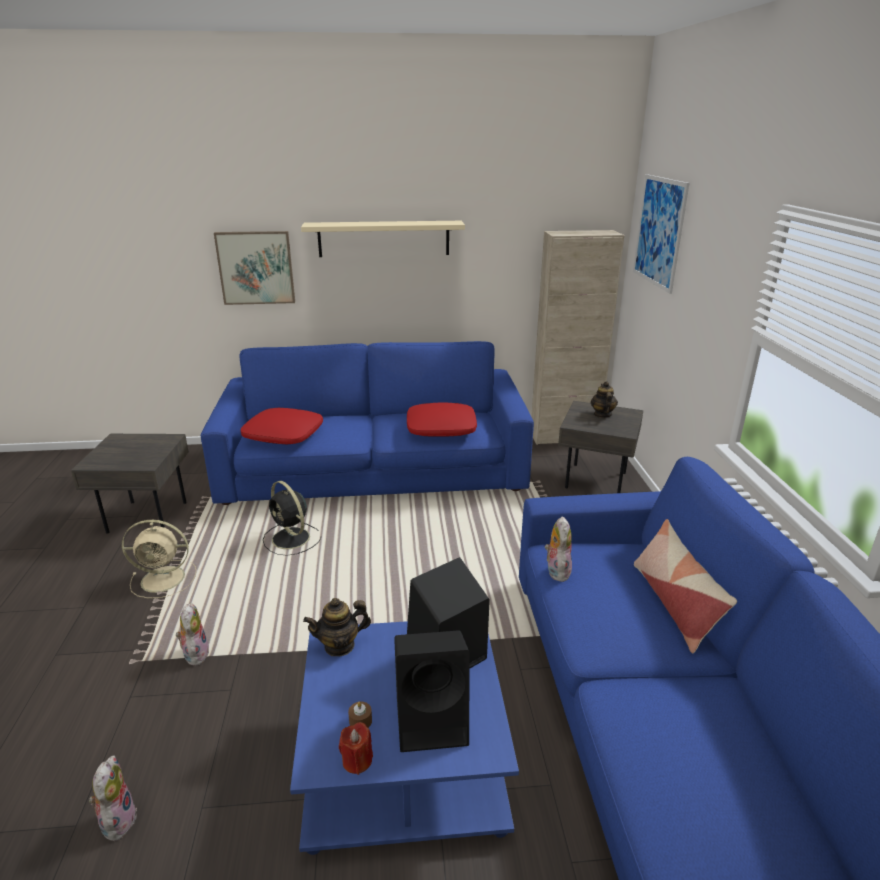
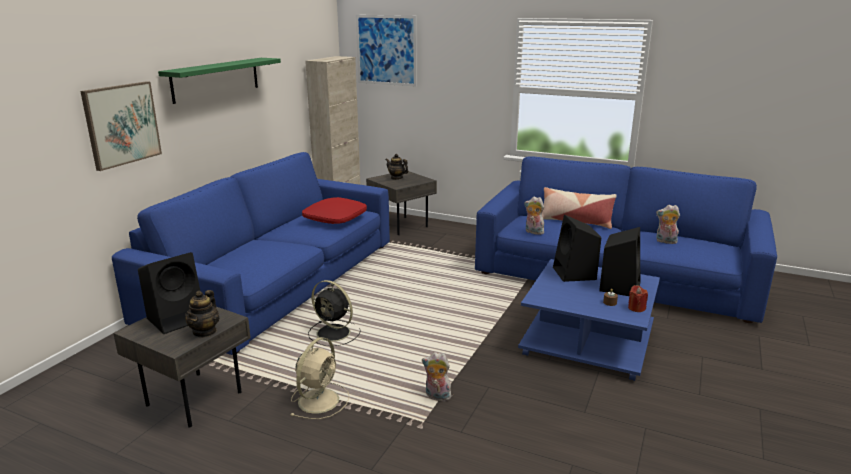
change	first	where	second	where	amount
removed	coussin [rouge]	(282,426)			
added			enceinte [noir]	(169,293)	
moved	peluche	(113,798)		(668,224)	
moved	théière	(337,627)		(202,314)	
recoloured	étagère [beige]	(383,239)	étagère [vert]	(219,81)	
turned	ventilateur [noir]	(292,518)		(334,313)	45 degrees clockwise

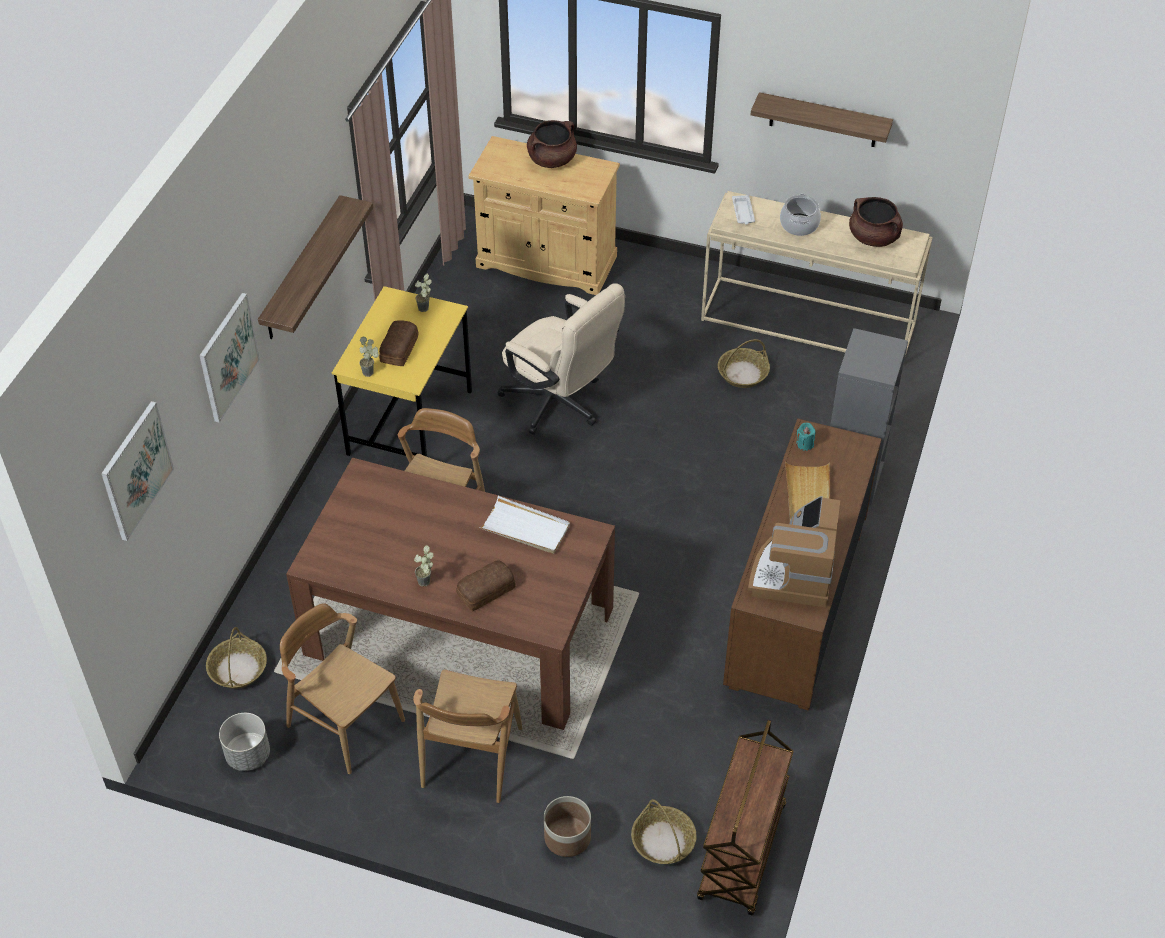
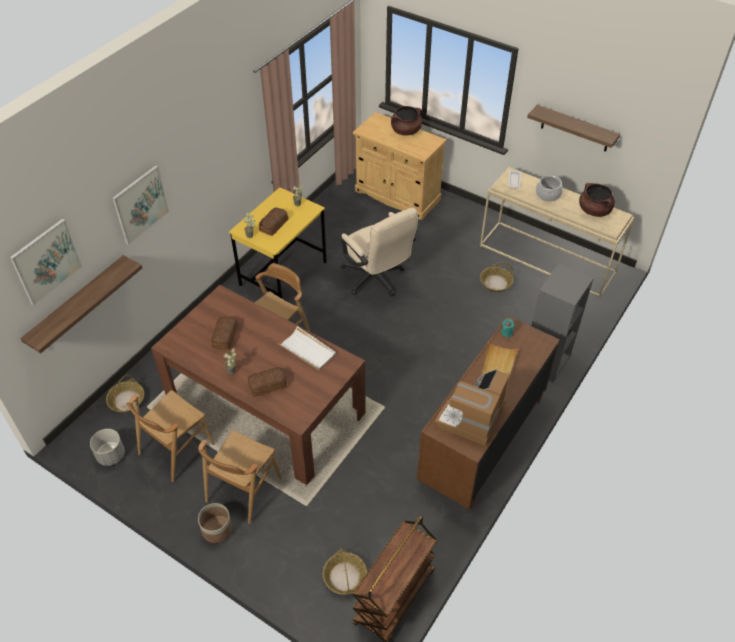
change	first	where	second	where	amount
added			pain	(224,333)	
moved	étagère	(315,267)		(81,304)	
moved	cache-pot	(567,826)		(215,523)	
turned	chaise [marron]	(342,689)		(170,436)	105 degrees counterclockwise

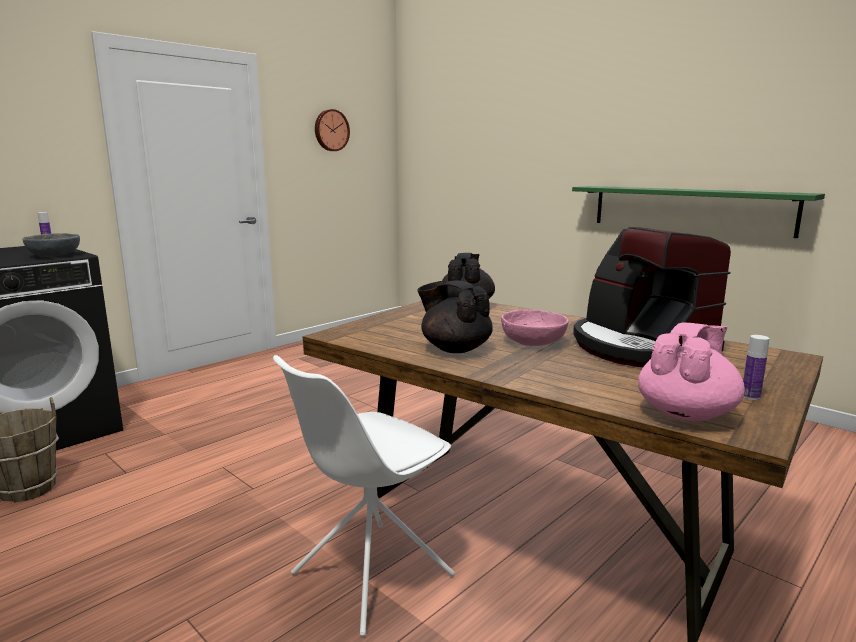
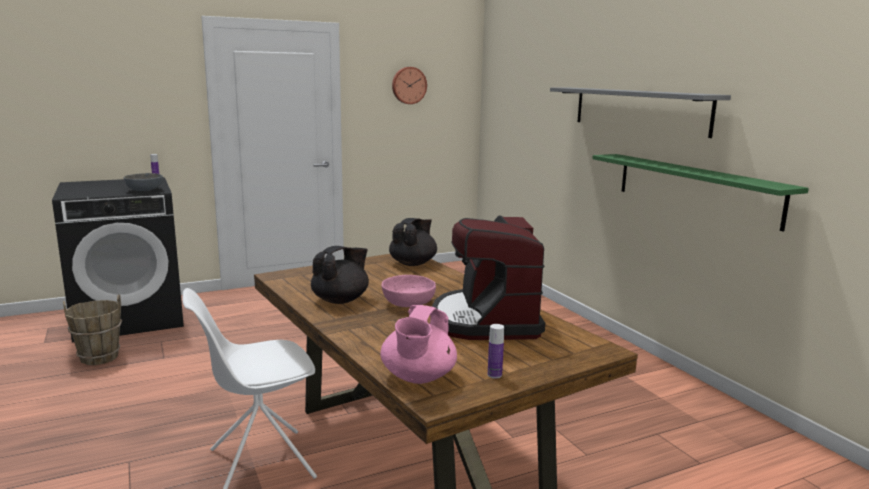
change	first	where	second	where	amount
added			étagère [gris]	(640,112)	
turned	théière [noir]	(455,316)		(340,275)	75 degrees clockwise
turned	théière [rose]	(691,372)		(418,344)	135 degrees clockwise

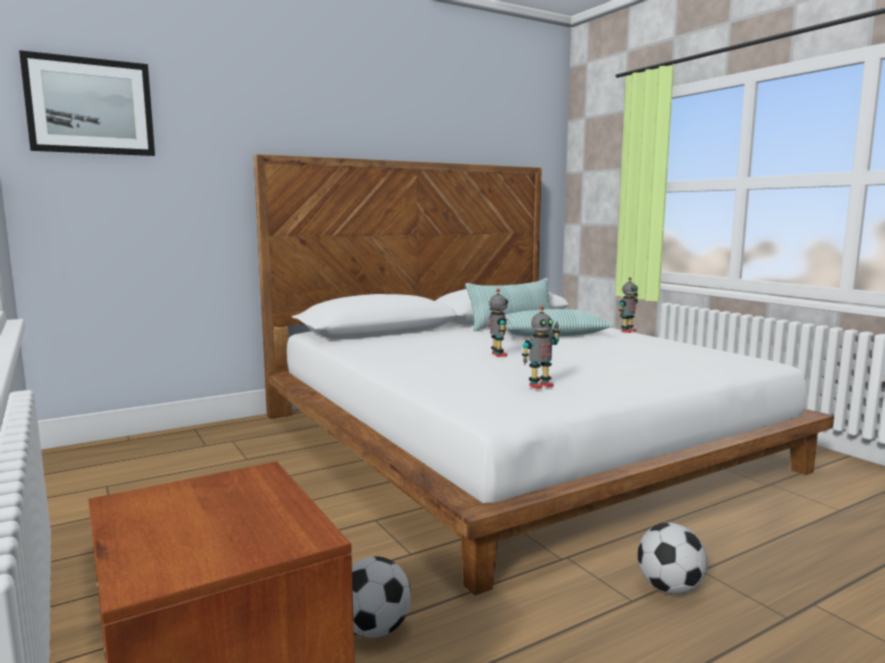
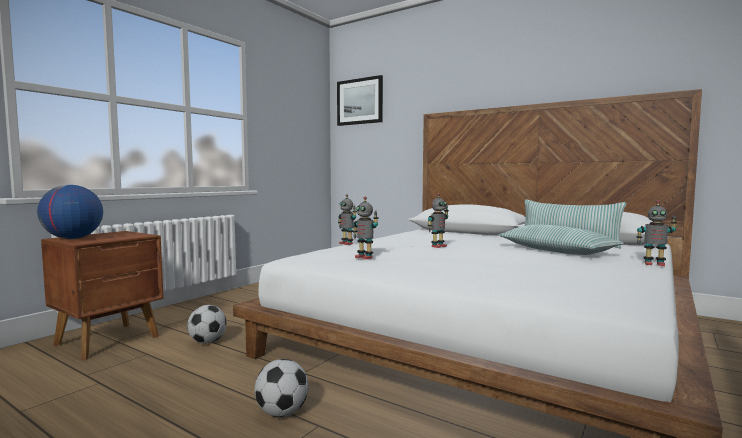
change	first	where	second	where	amount
added			globe	(70,212)	
added			robot jouet	(347,219)	

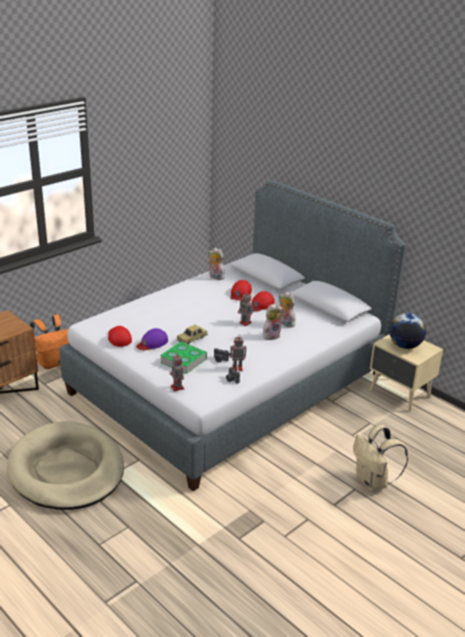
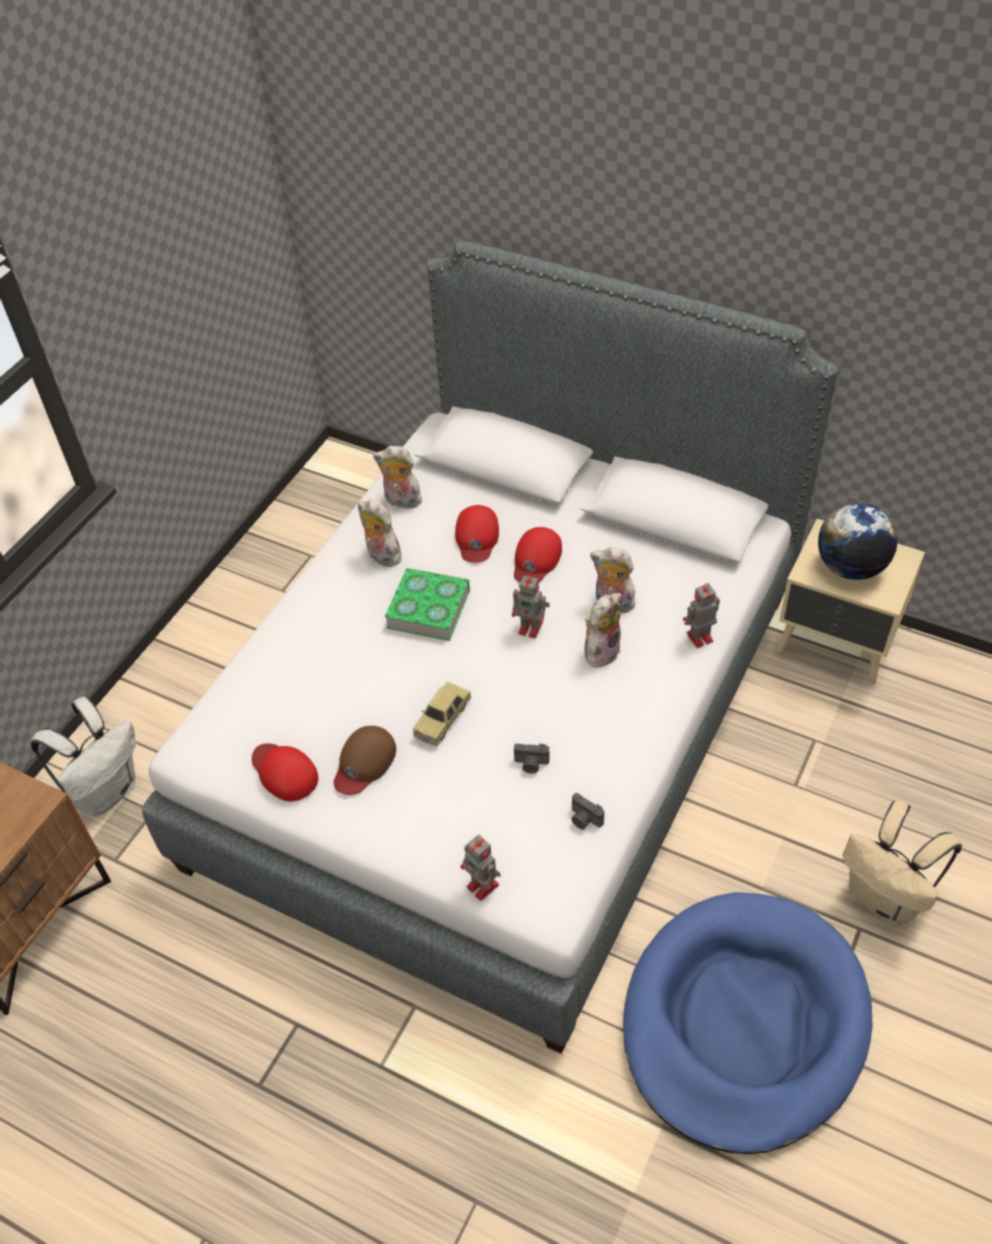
change	first	where	second	where	amount
removed	panier pour chien [beige]	(65,465)			
added			peluche	(379,533)	
added			panier pour chien [bleu]	(748,1023)	
moved	livre	(183,358)		(427,604)	
moved	robot jouet	(237,352)		(701,615)	
recoloured	sac à dos [orange]	(49,341)	sac à dos [blanc]	(83,756)	
recoloured	casquette [violet]	(152,339)	casquette [marron]	(365,760)	

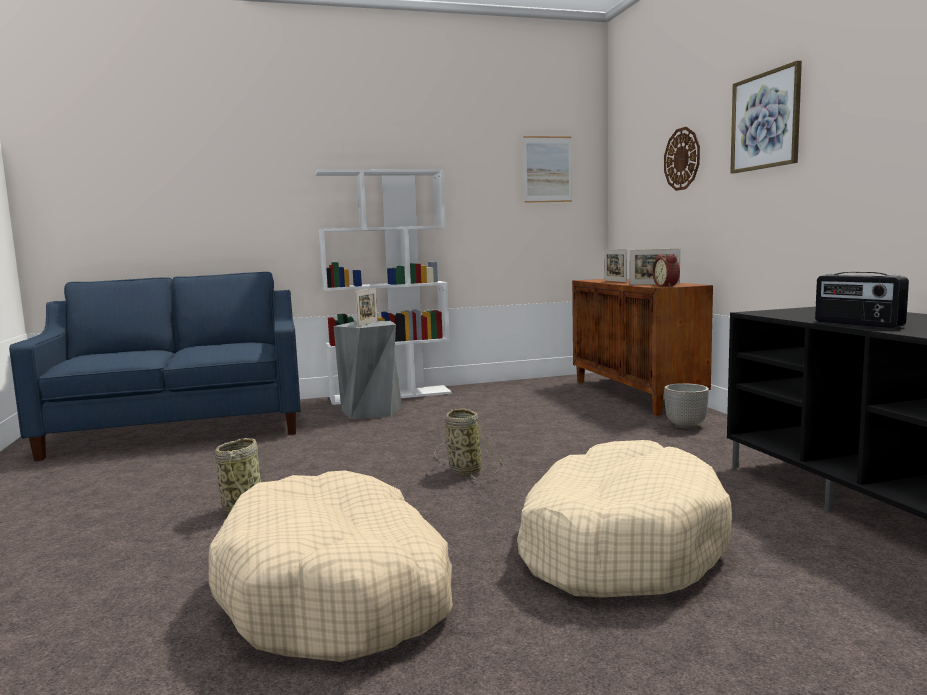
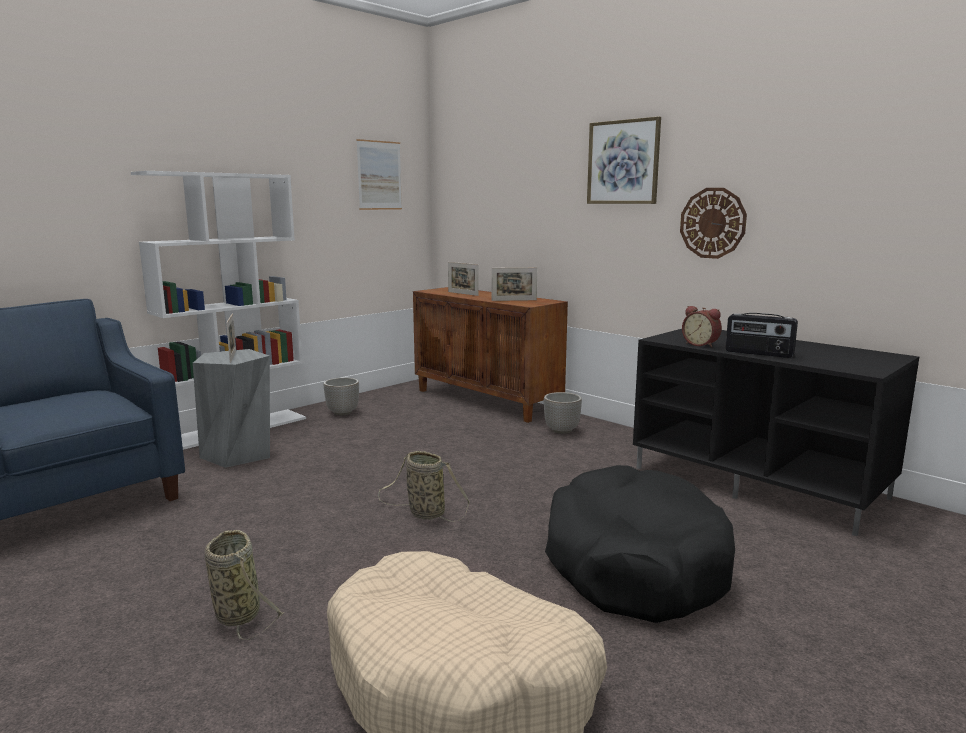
change	first	where	second	where	amount
added			cache-pot	(341,396)	
moved	réveil	(666,270)		(702,326)	
moved	horloge murale	(682,159)		(713,223)	
recoloured	panier pour chien [beige]	(624,518)	panier pour chien [noir]	(640,544)	

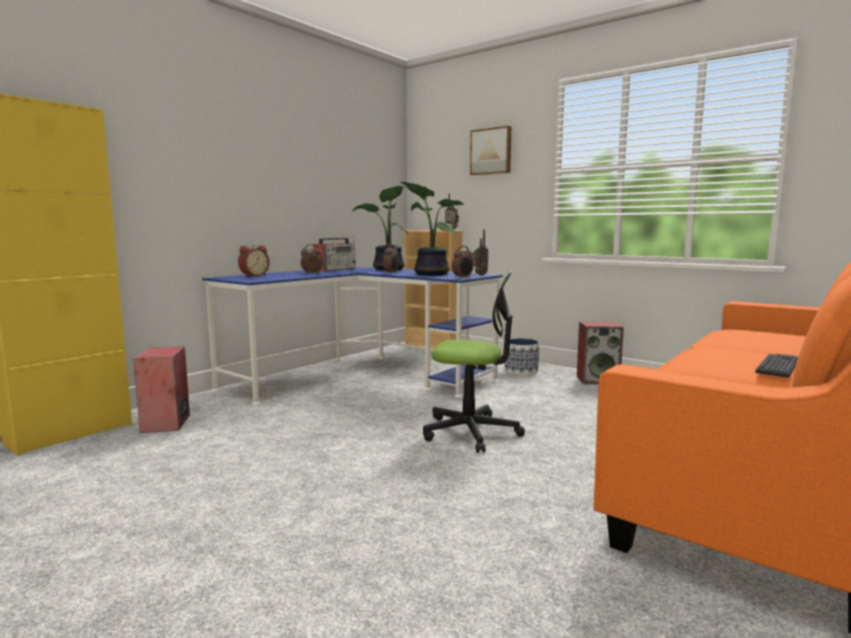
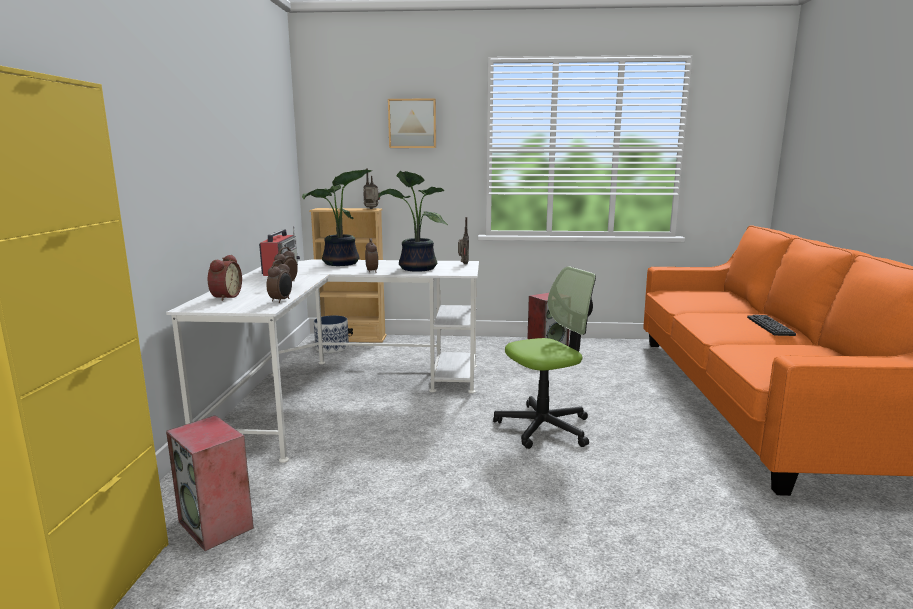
change	first	where	second	where	amount
moved	réveil	(463,262)		(279,281)	
moved	cache-pot	(521,356)		(331,334)	
recoloured	bureau [bleu]	(352,336)	bureau [blanc]	(322,361)	

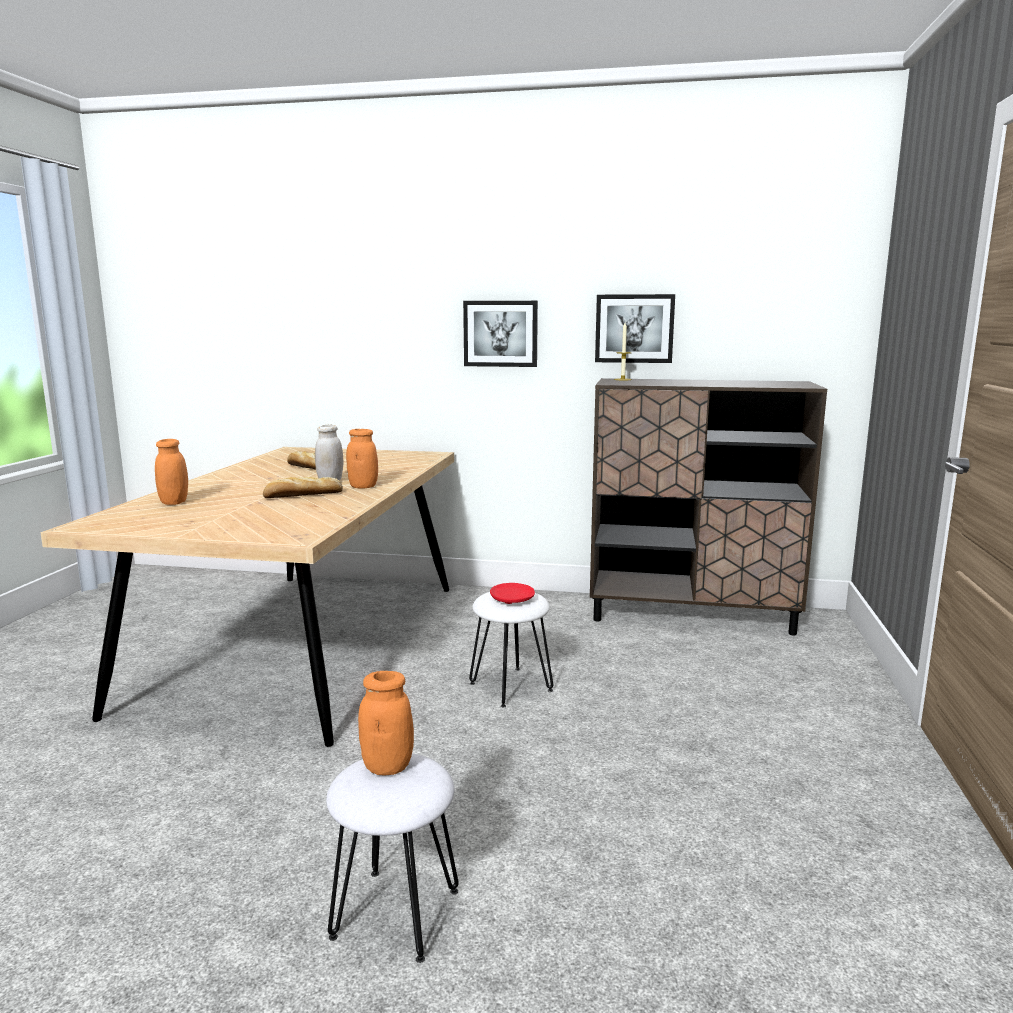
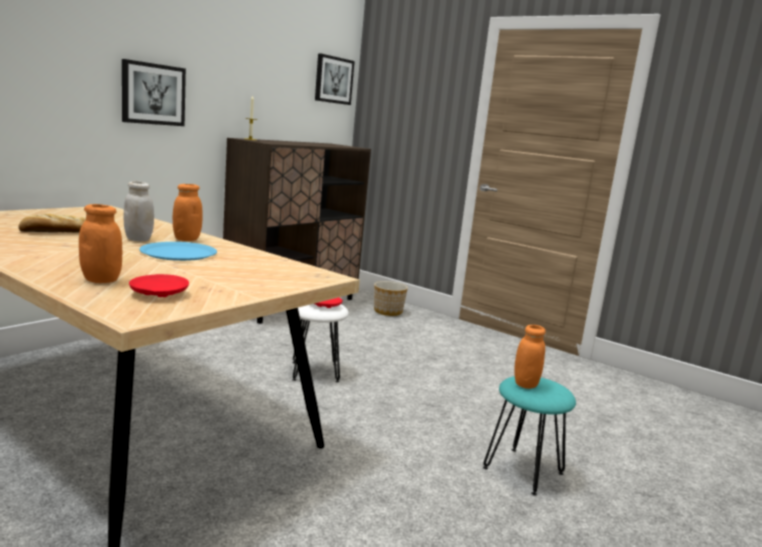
change	first	where	second	where	amount
added			assiette [rouge]	(159,285)	
added			cache-pot	(391,298)	
moved	tableau	(635,328)		(335,79)	
replaced	pain	(303,487)	assiette [bleu]	(178,251)	
recoloured	tabouret [blanc]	(392,858)	tabouret [turquoise]	(529,436)	

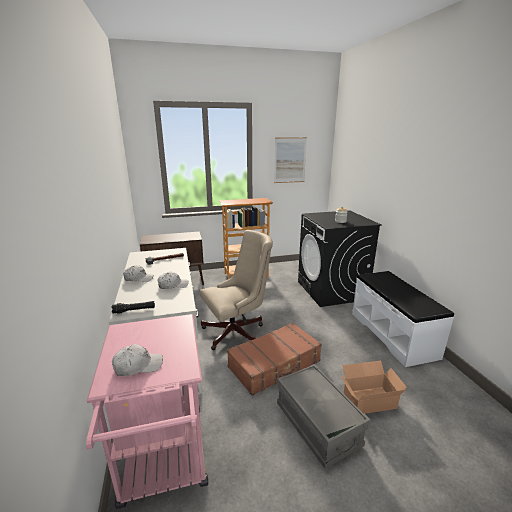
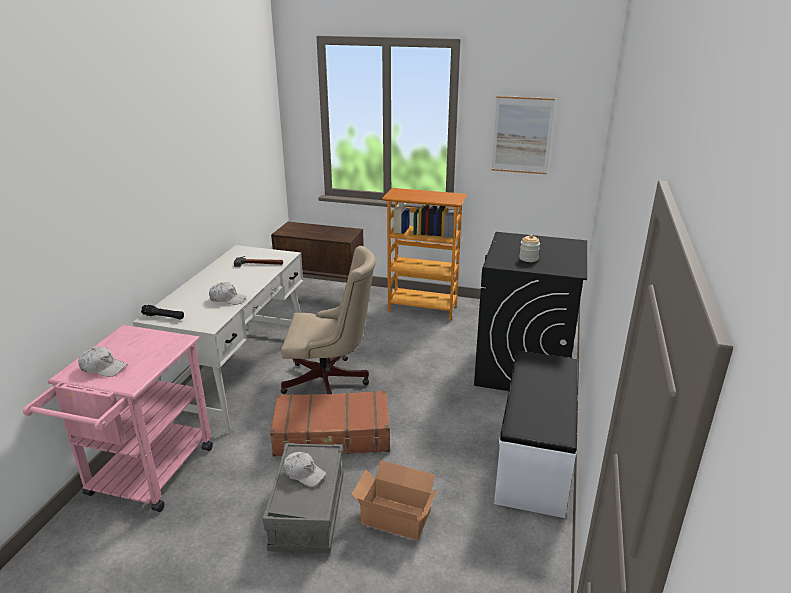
change	first	where	second	where	amount
moved	casquette [blanc]	(138,273)		(304,469)	

